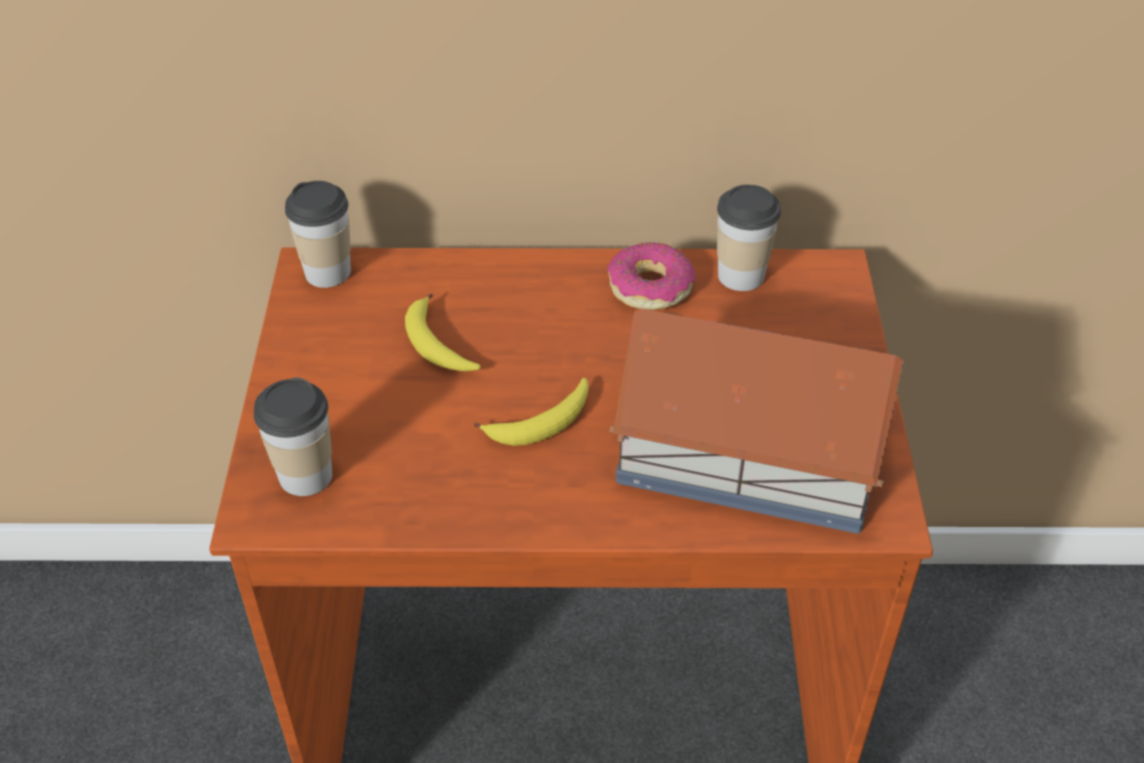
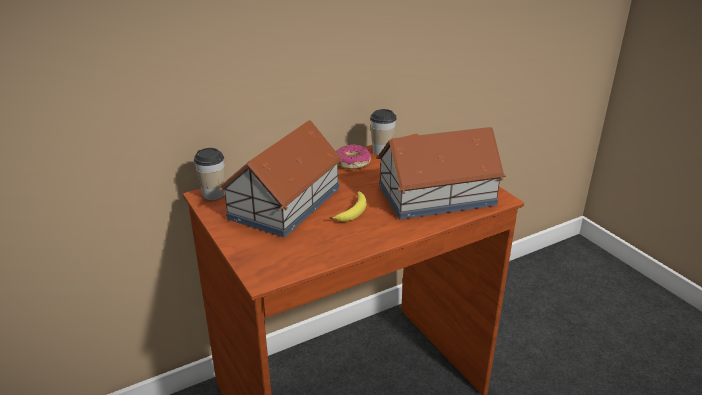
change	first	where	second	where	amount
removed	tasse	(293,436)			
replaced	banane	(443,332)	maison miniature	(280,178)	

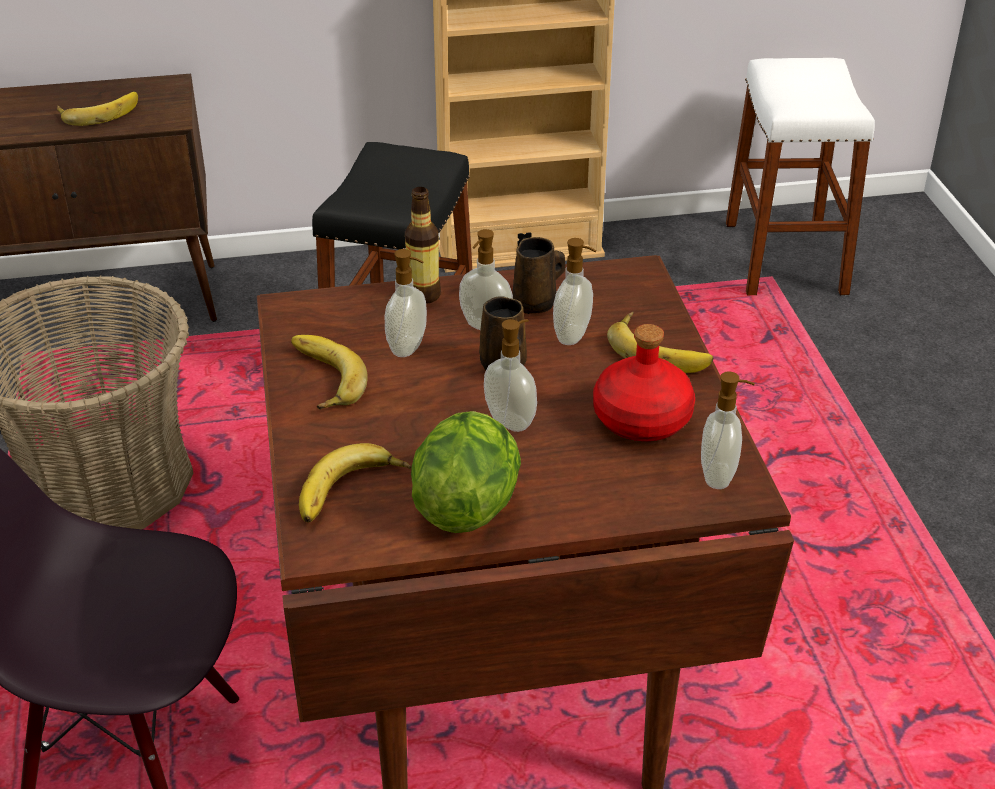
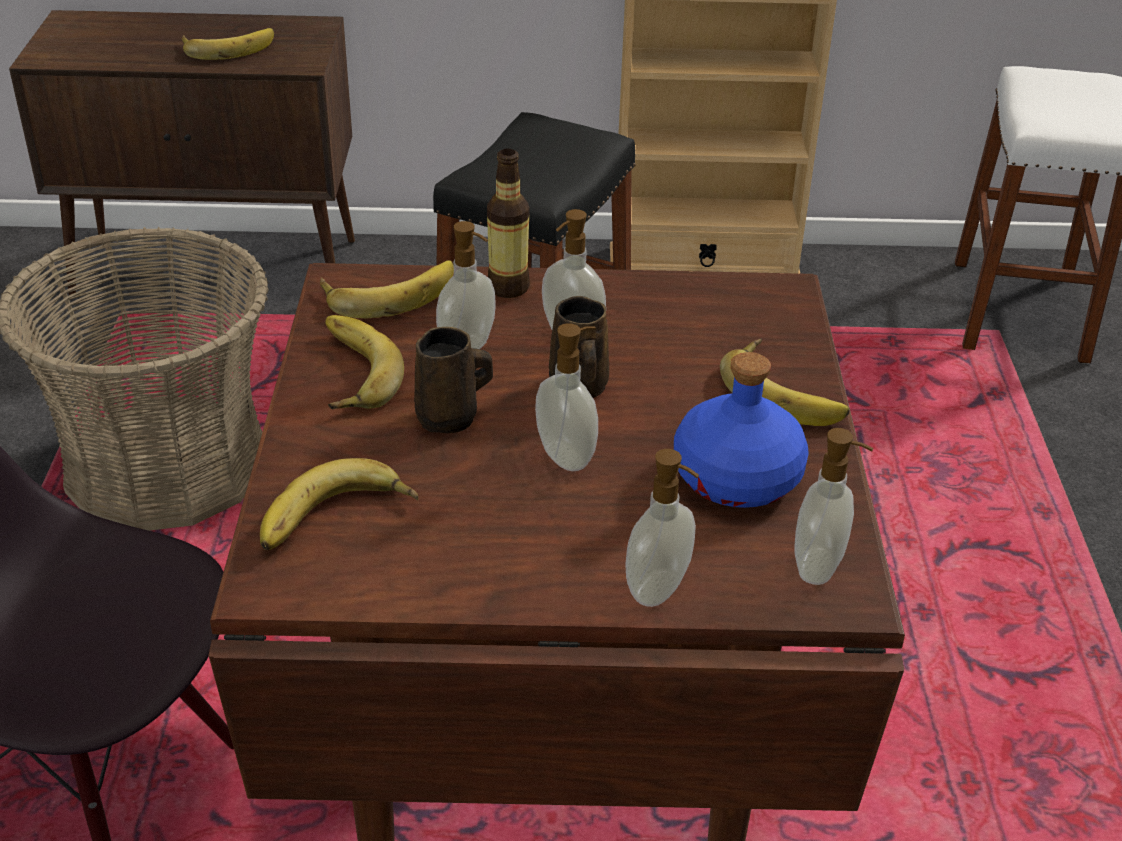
change	first	where	second	where	amount
removed	laitue	(466,472)			
added			banane	(387,289)	
moved	mug [marron]	(538,275)		(453,380)	
moved	distributeur de savon	(575,291)		(662,528)	
recoloured	bouteille [rouge]	(644,382)	bouteille [bleu]	(741,430)	

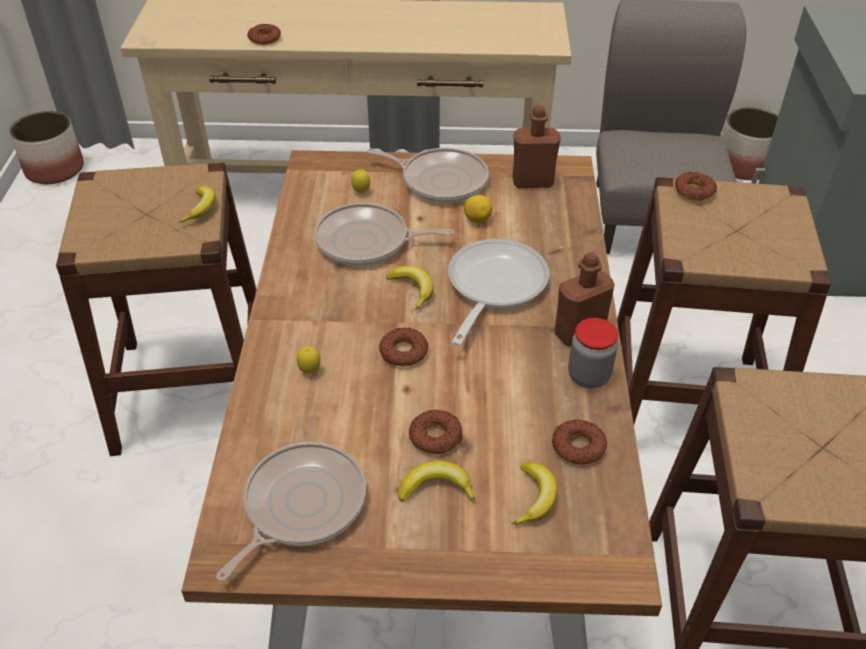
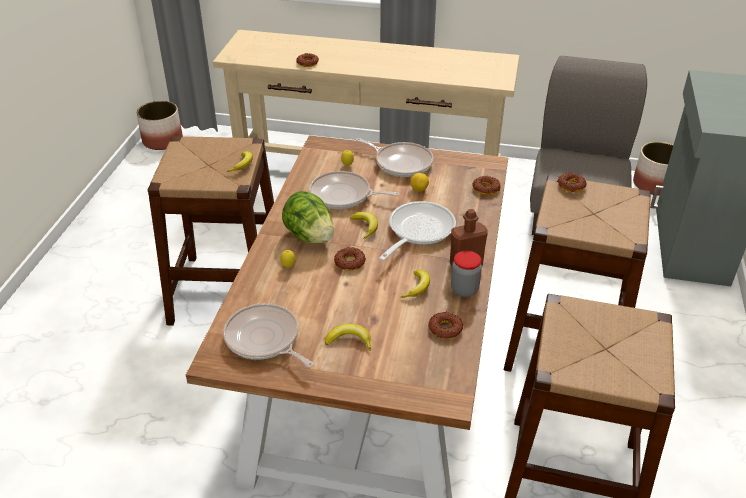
change	first	where	second	where	amount
removed	bouteille [marron]	(537,147)			
added			laitue	(308,217)	
moved	beignet	(435,432)		(486,185)	
moved	banane	(534,493)		(415,284)	
turned	poêle	(291,511)		(268,335)	90 degrees counterclockwise

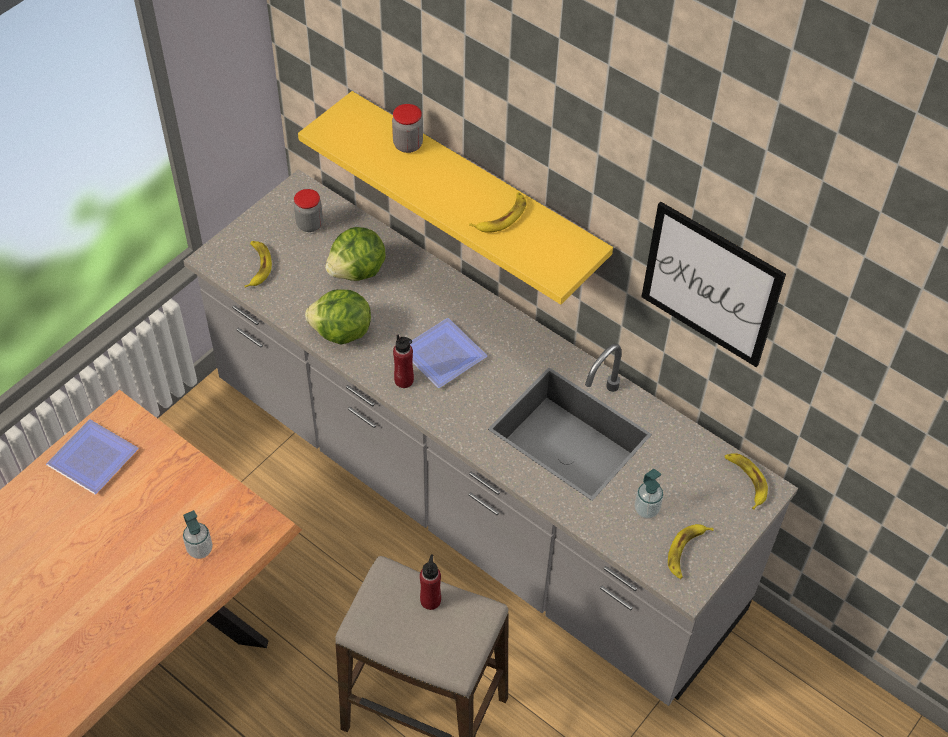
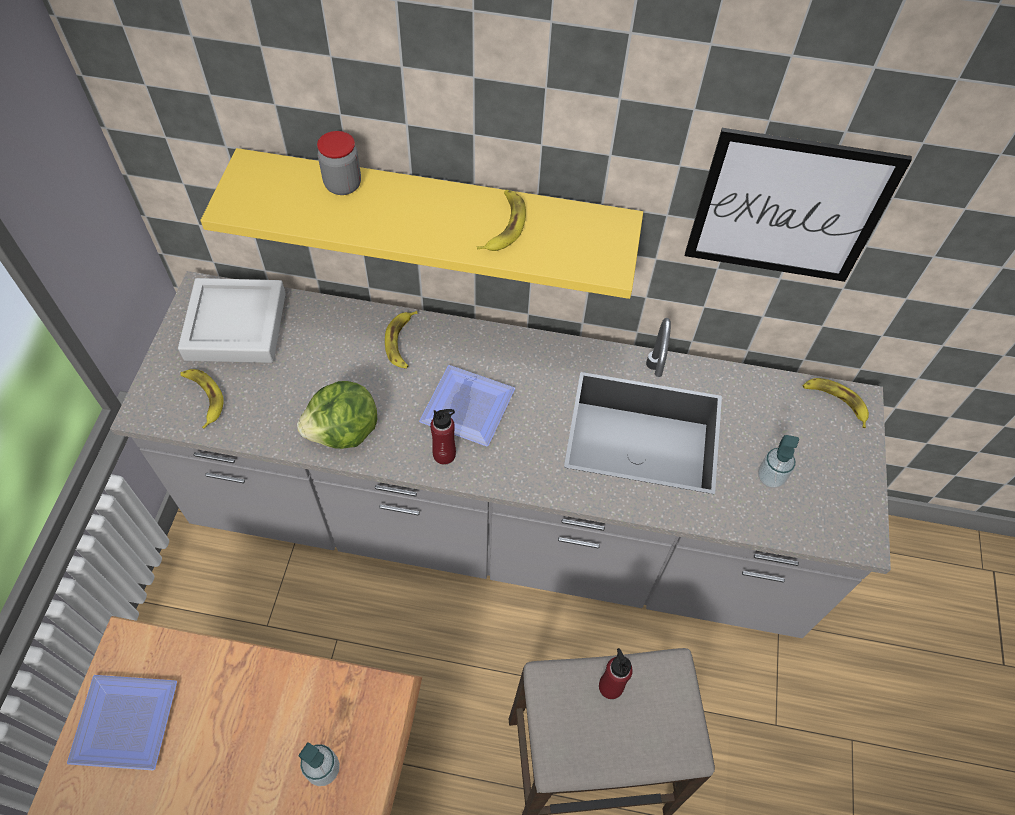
change	first	where	second	where	amount
removed	laitue	(355,254)			
moved	banane	(691,551)		(401,339)	
replaced	bocal	(308,210)	plateau [gris]	(232,320)	

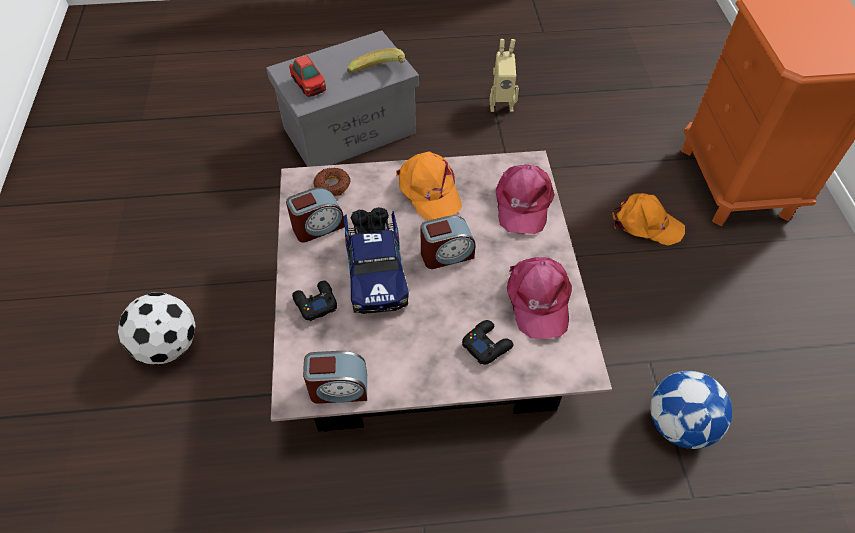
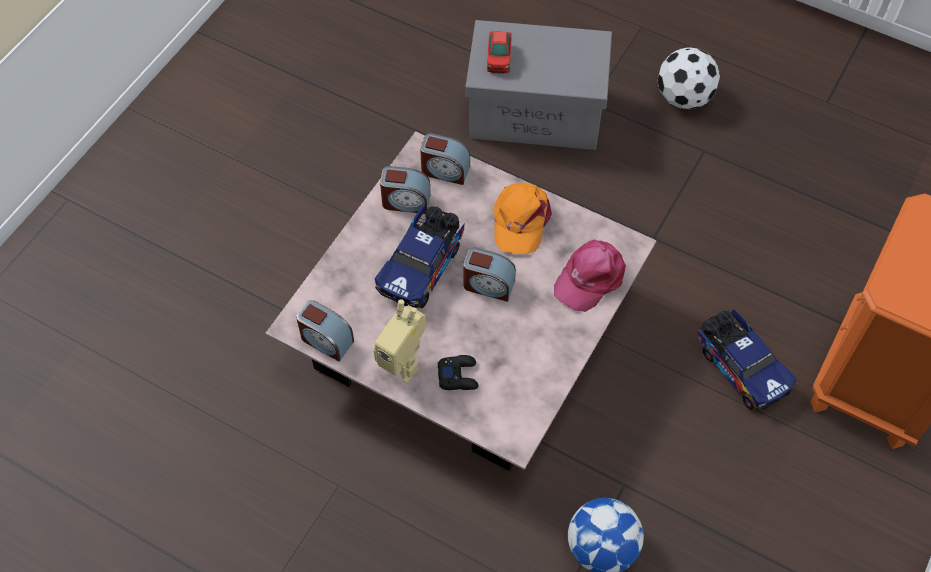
change	first	where	second	where	amount
removed	manette [noir]	(314,301)			
removed	banane	(376,60)			
removed	casquette [rose]	(539,298)			
moved	ballon de foot	(157,328)		(689,78)	
moved	robot jouet	(504,75)		(399,341)	
replaced	beignet	(332,182)	réveil	(445,159)	
replaced	casquette [orange]	(648,219)	camion jouet	(747,359)	

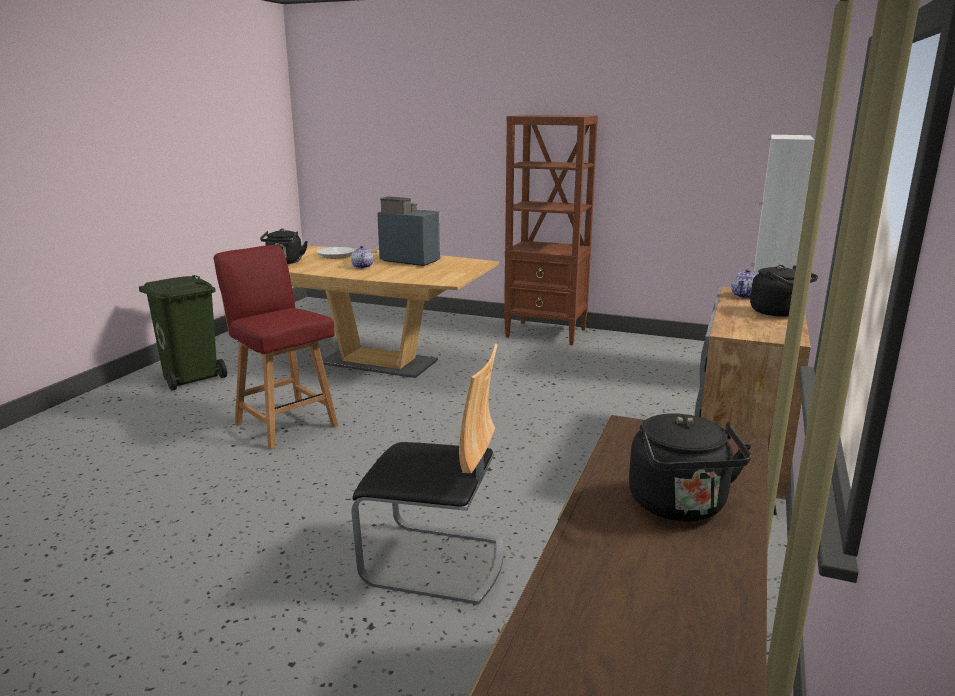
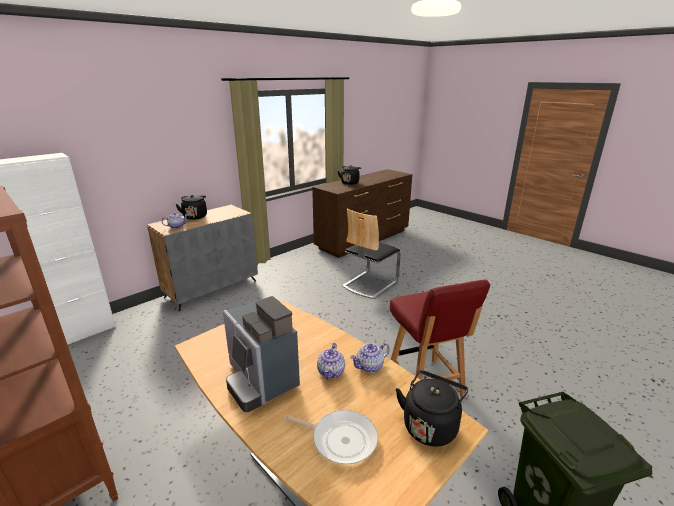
change	first	where	second	where	amount
added			théière	(370,358)	
turned	chaise	(427,474)		(371,254)	90 degrees counterclockwise

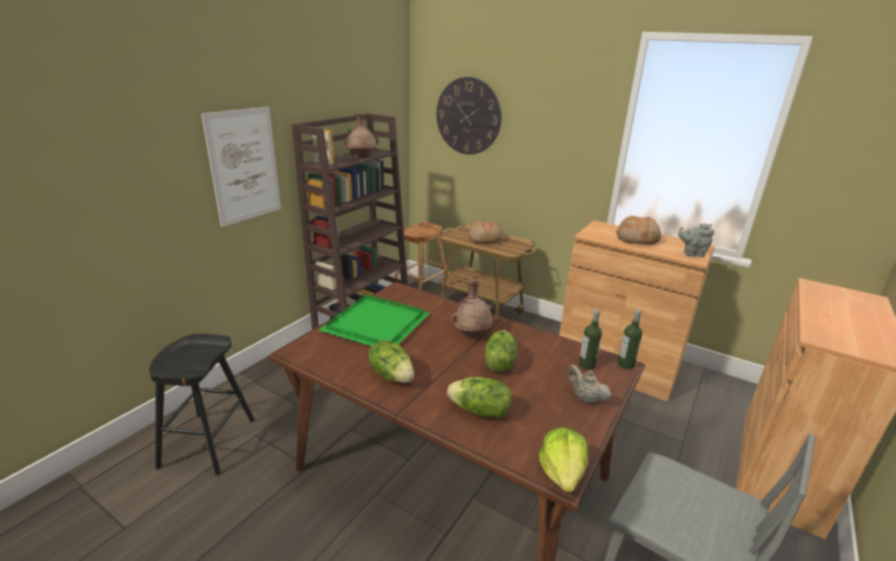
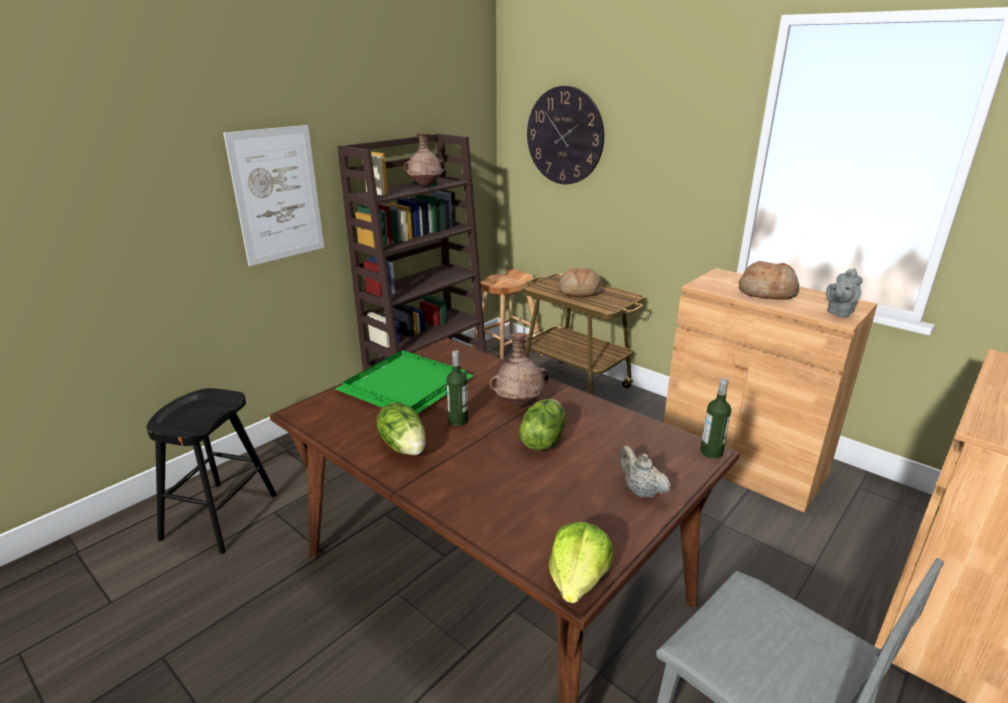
change	first	where	second	where	amount
removed	laitue	(479,397)			
moved	bouteille	(590,339)		(457,388)	
turned	théière [gris]	(696,240)		(844,292)	60 degrees counterclockwise

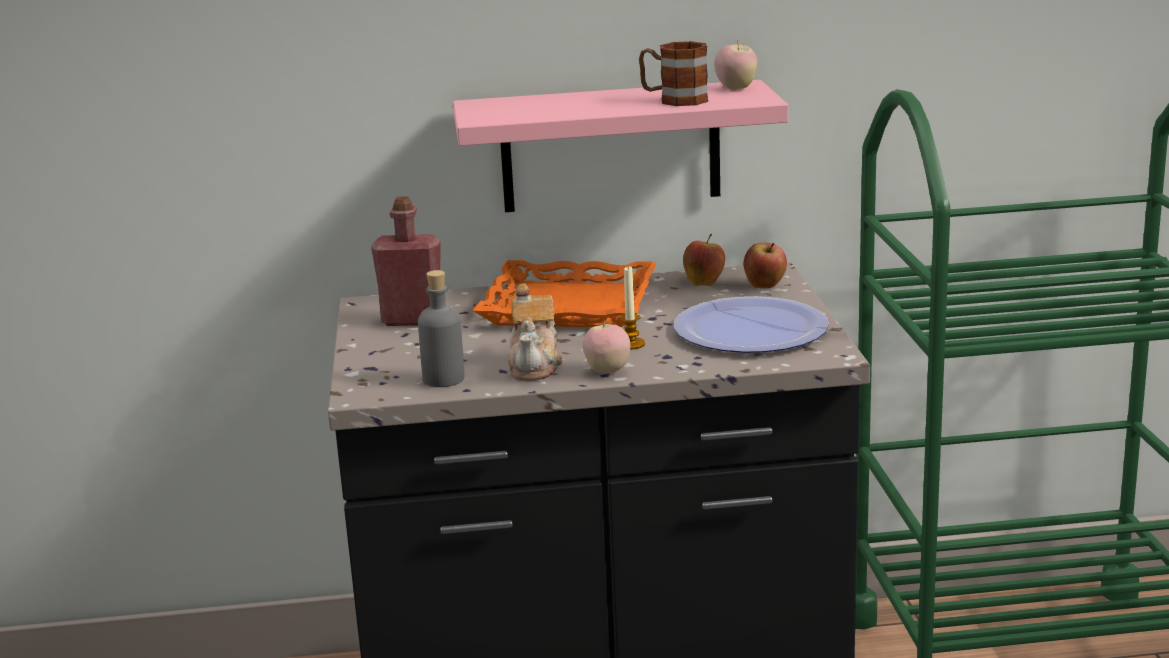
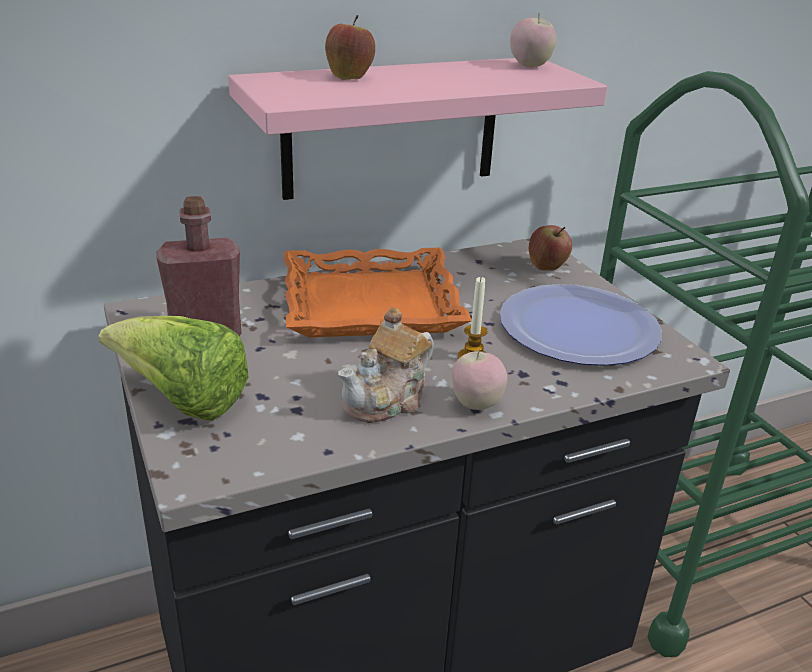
change	first	where	second	where	amount
removed	bouteille [gris]	(441,328)			
removed	mug	(673,73)			
added			laitue	(173,368)	
moved	pomme	(704,260)		(350,47)	
turned	théière	(535,332)		(386,365)	60 degrees clockwise

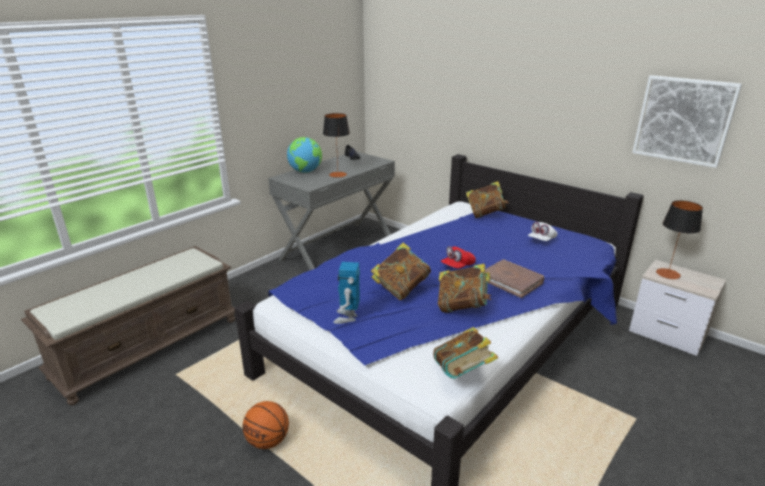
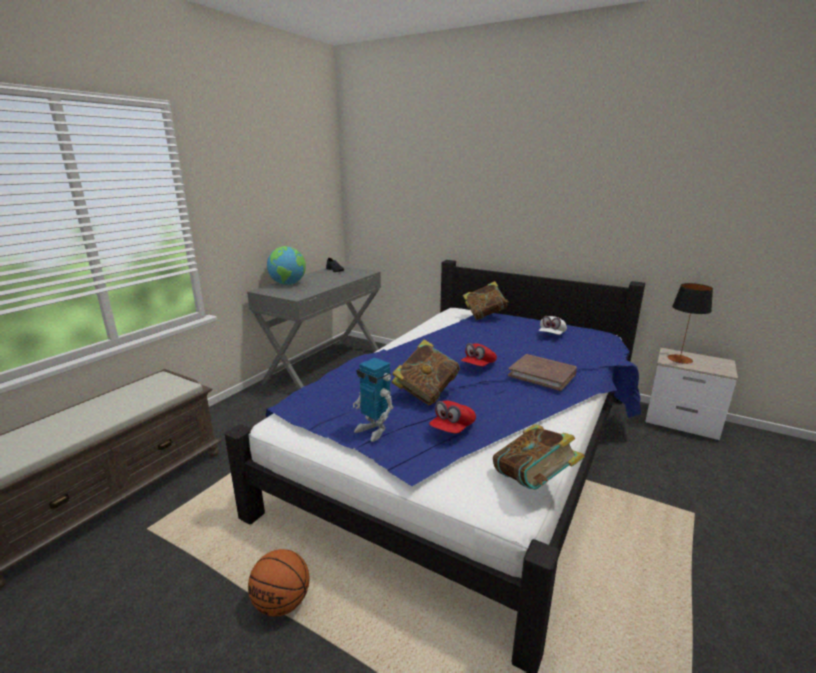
change	first	where	second	where	amount
removed	lampe de table	(336,145)			
removed	livre	(464,288)			
removed	tableau	(687,121)			
added			casquette [rouge]	(452,417)	
turned	robot jouet	(346,293)		(373,400)	45 degrees counterclockwise

